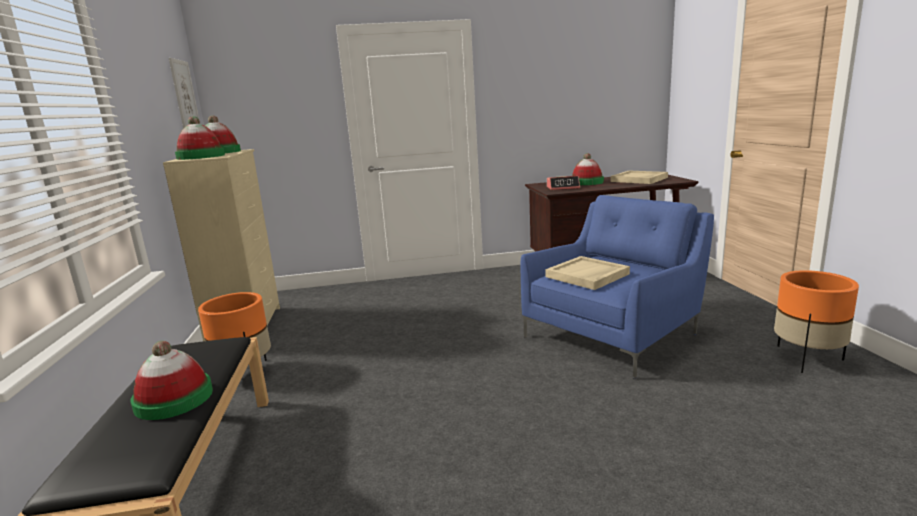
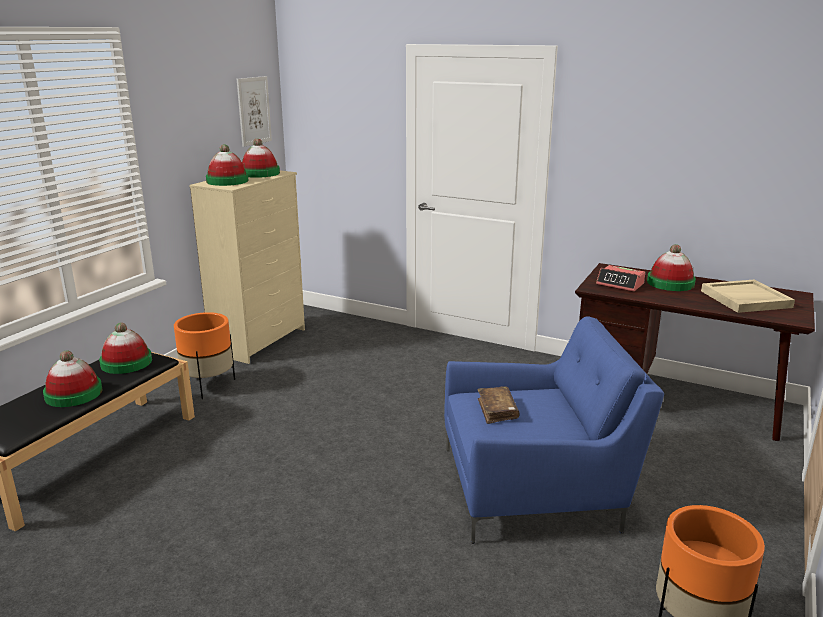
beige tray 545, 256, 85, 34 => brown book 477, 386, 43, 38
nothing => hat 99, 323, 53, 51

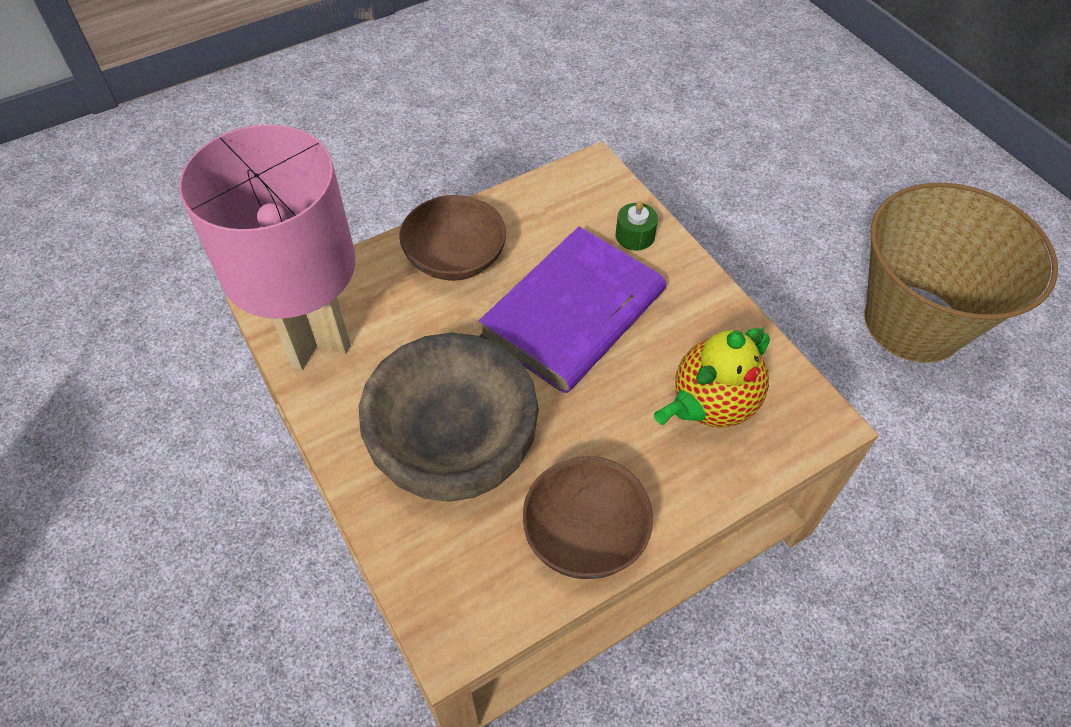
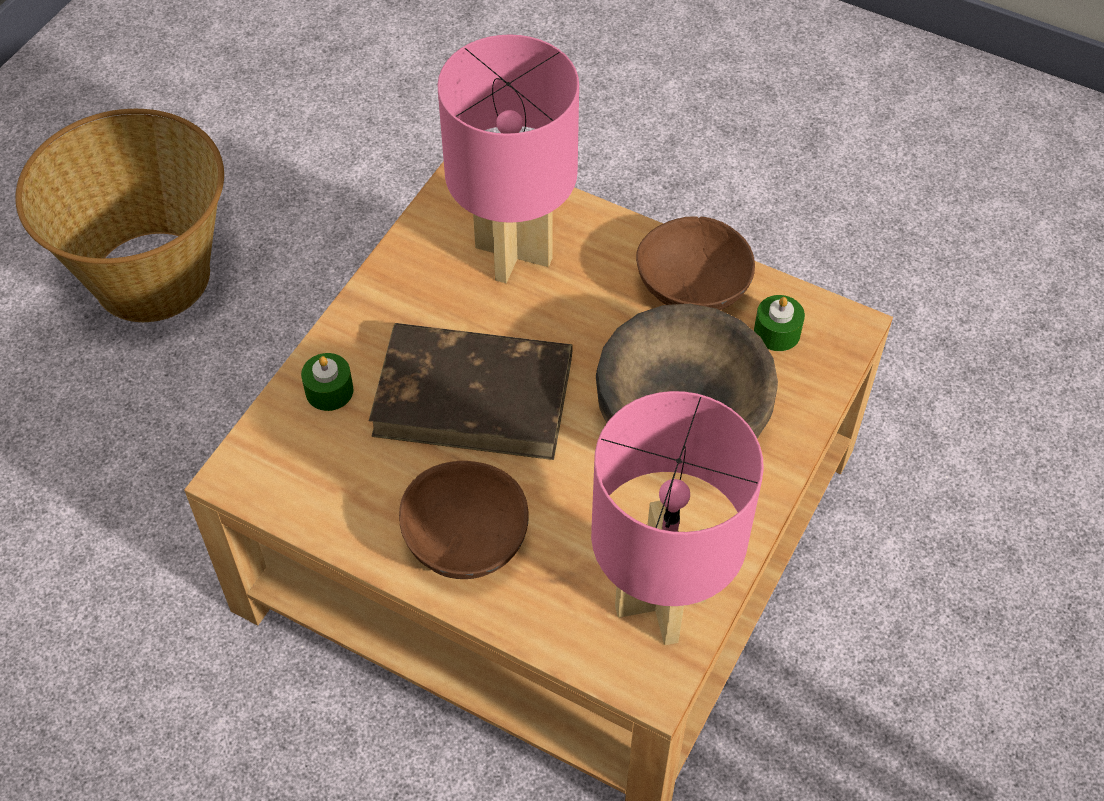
purple book 478, 226, 188, 167 => brown book 369, 323, 204, 137
teapot 654, 326, 116, 102 => pink table lamp 438, 35, 141, 248
nothing => green candle 754, 295, 51, 56

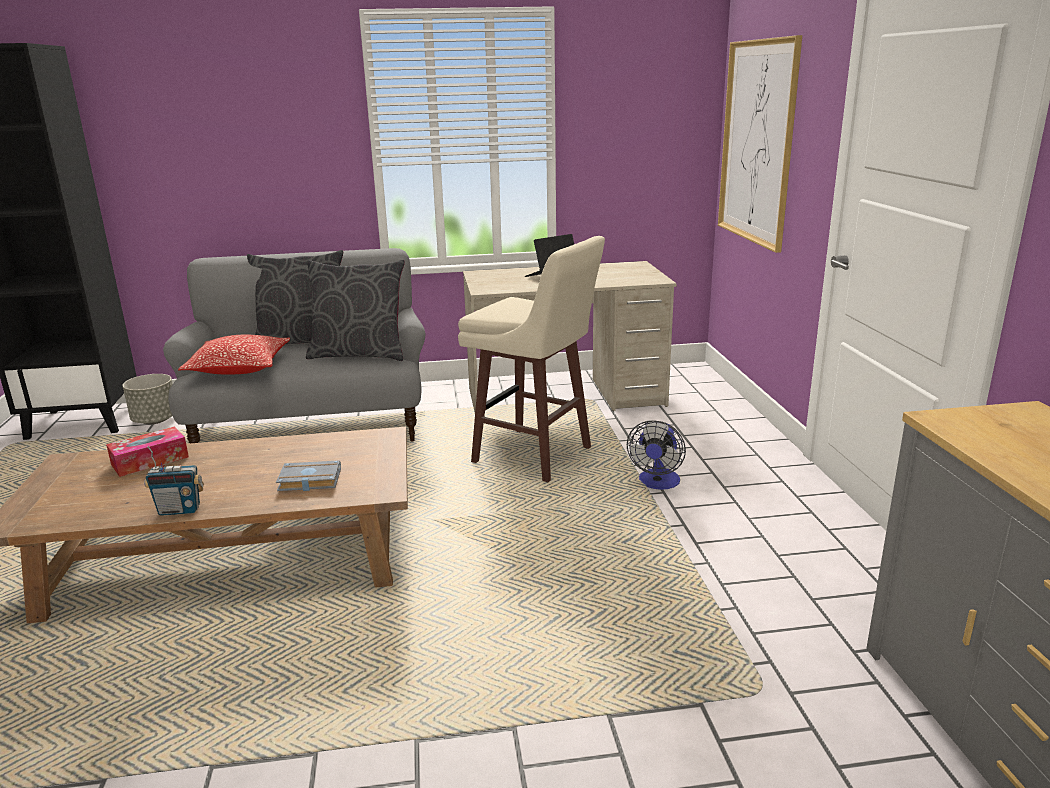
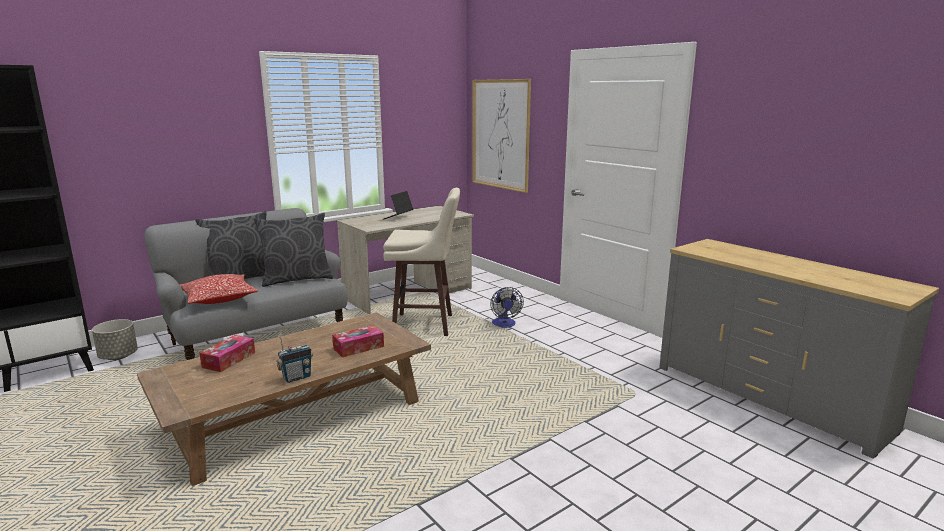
grey book 276, 460, 65, 31 => tissue box 332, 325, 52, 32

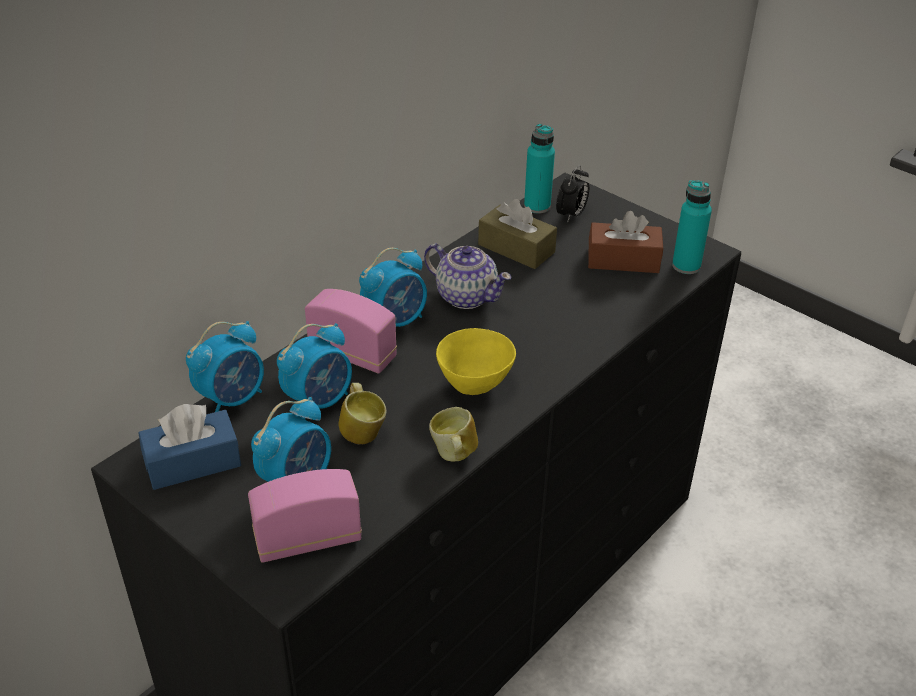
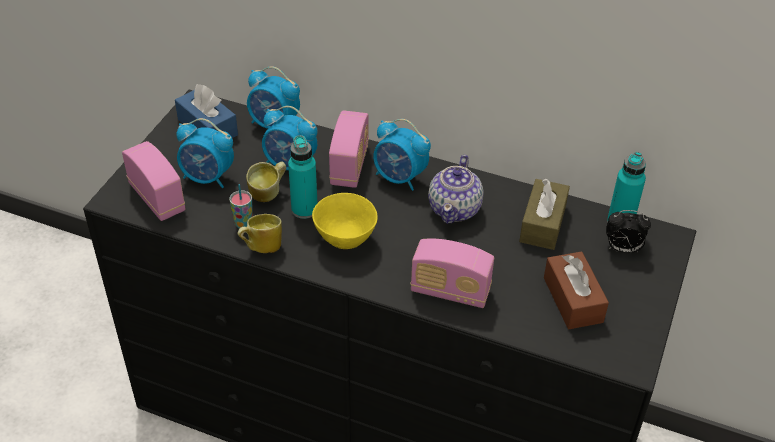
turquoise bottle 672, 180, 40, 94 => turquoise bottle 288, 135, 29, 84, shifted
nothing => cup 229, 184, 24, 45
nothing => radio 411, 239, 83, 69

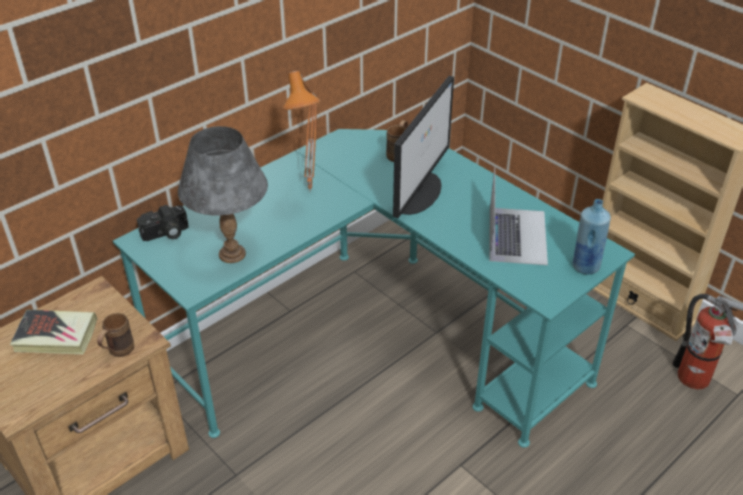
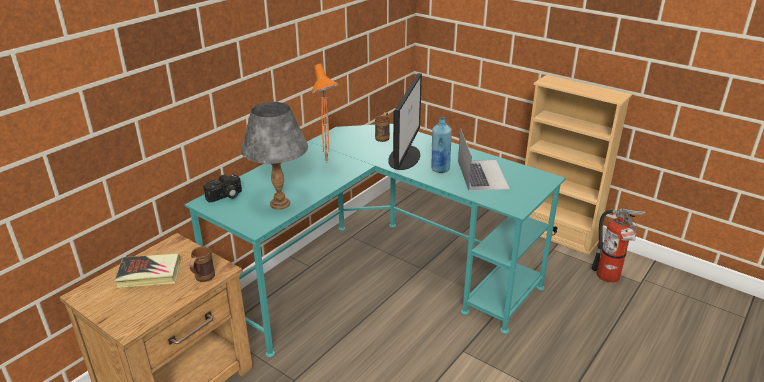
blue bottle 573, 199, 38, 76 => blue bottle 431, 117, 21, 56, shifted

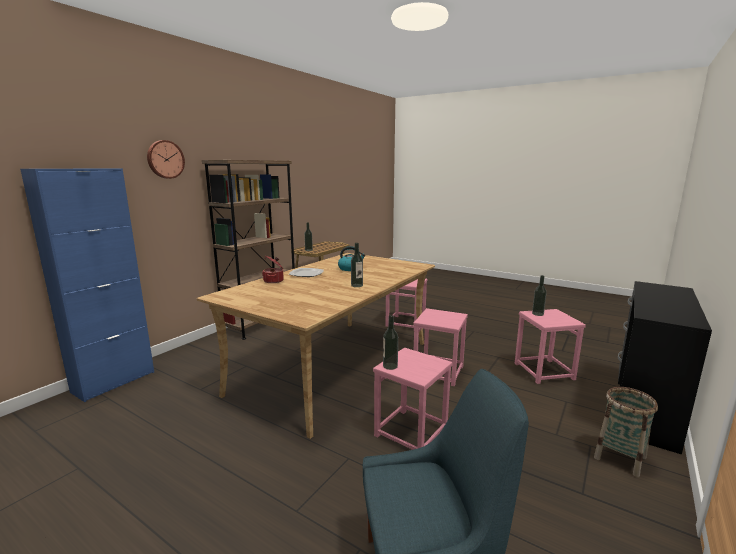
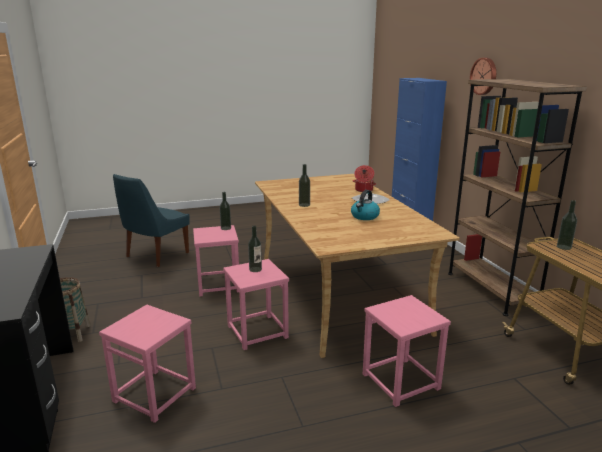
bottle 532, 275, 15, 41 => bottle 248, 226, 14, 46, shifted

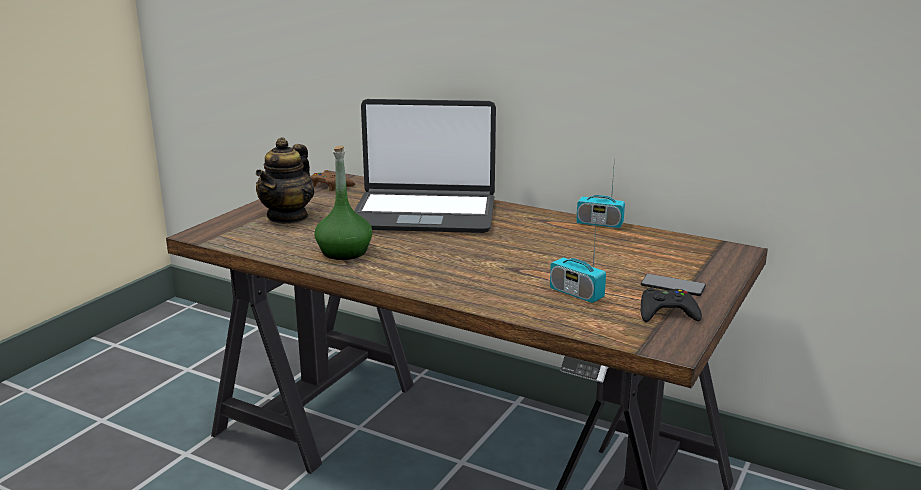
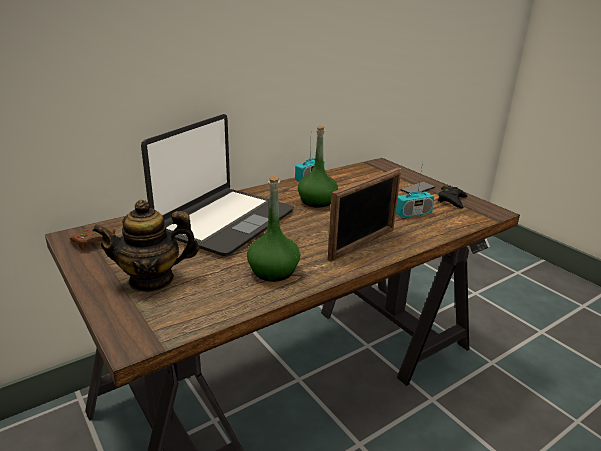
teapot 256, 137, 58, 87 => teapot 92, 200, 107, 92, 120 degrees clockwise
nothing => green bottle 298, 126, 40, 82
nothing => picture frame 328, 168, 73, 93

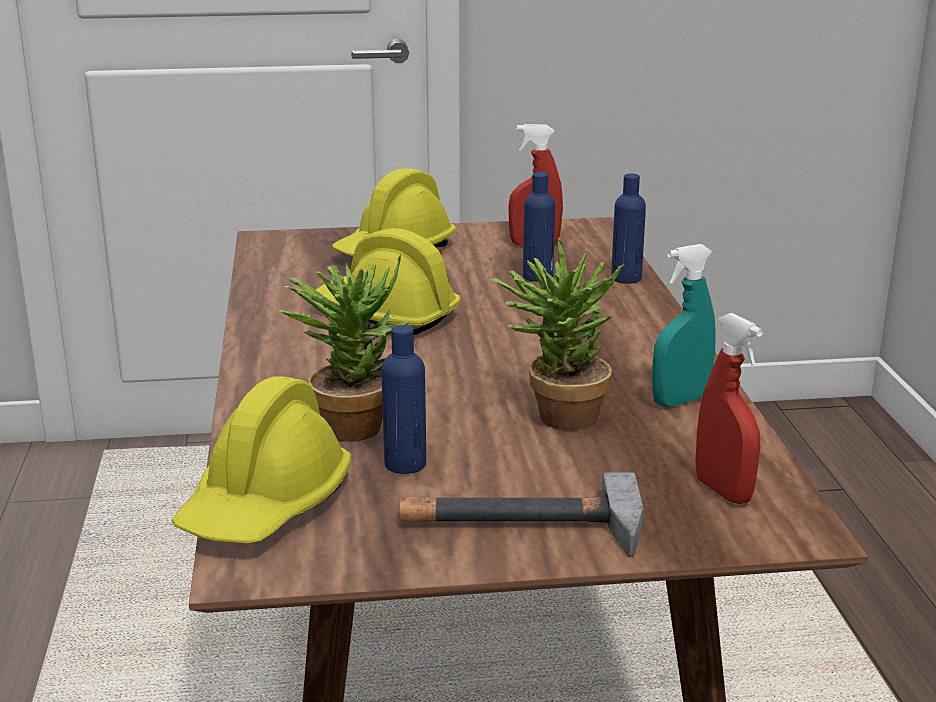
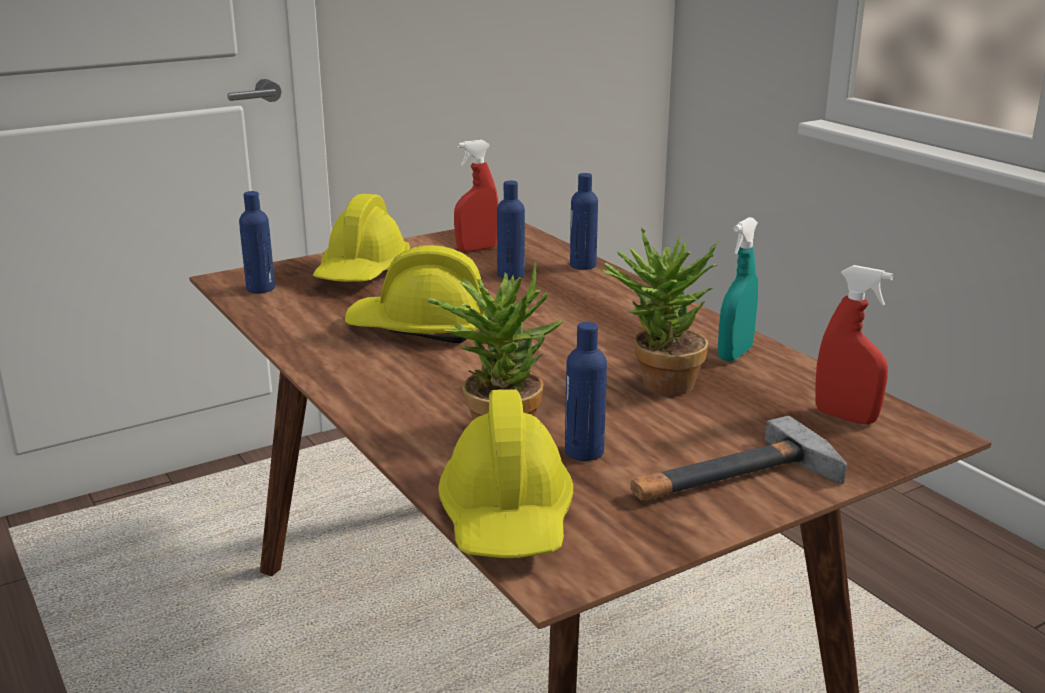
nothing => blue bottle 239, 191, 36, 102

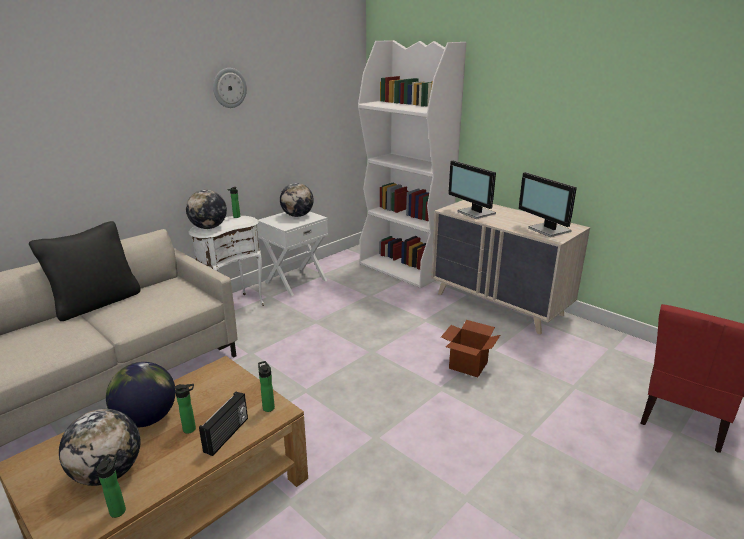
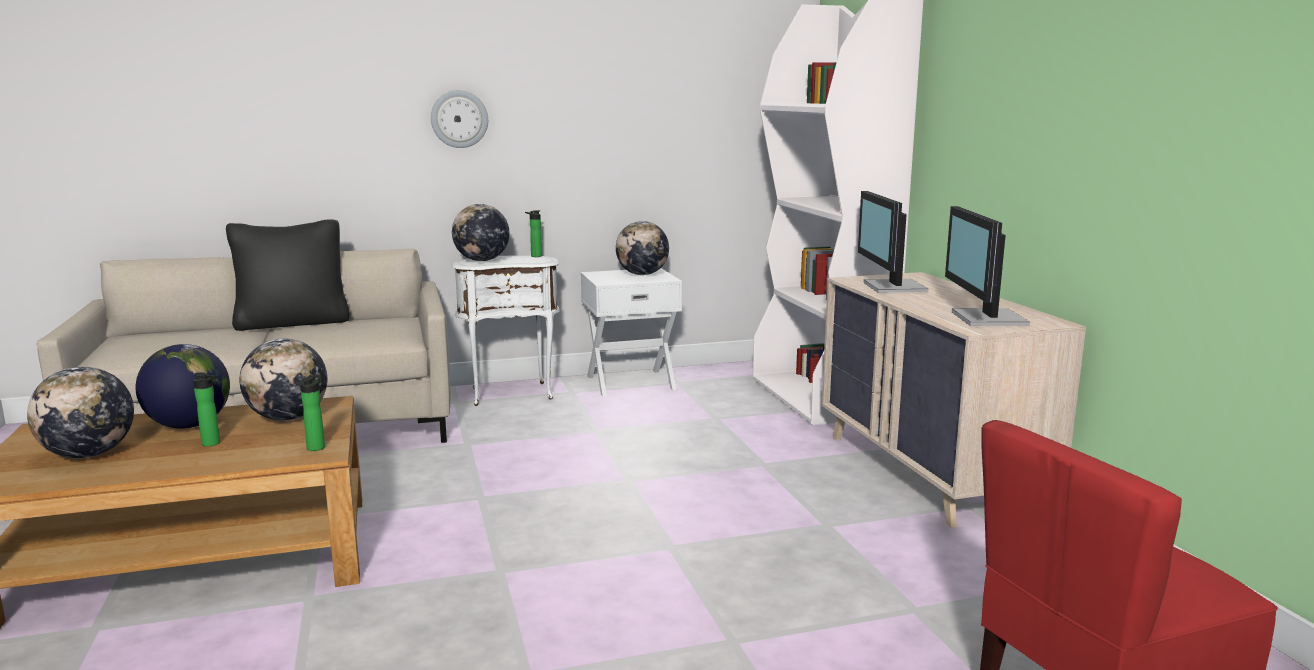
wall clock 213, 68, 34, 40 => wall clock 431, 90, 57, 58, shifted
cardboard box 441, 320, 59, 57 => nothing
radio 199, 391, 49, 65 => nothing
bottle 97, 454, 29, 64 => nothing
nothing => globe 240, 339, 87, 82

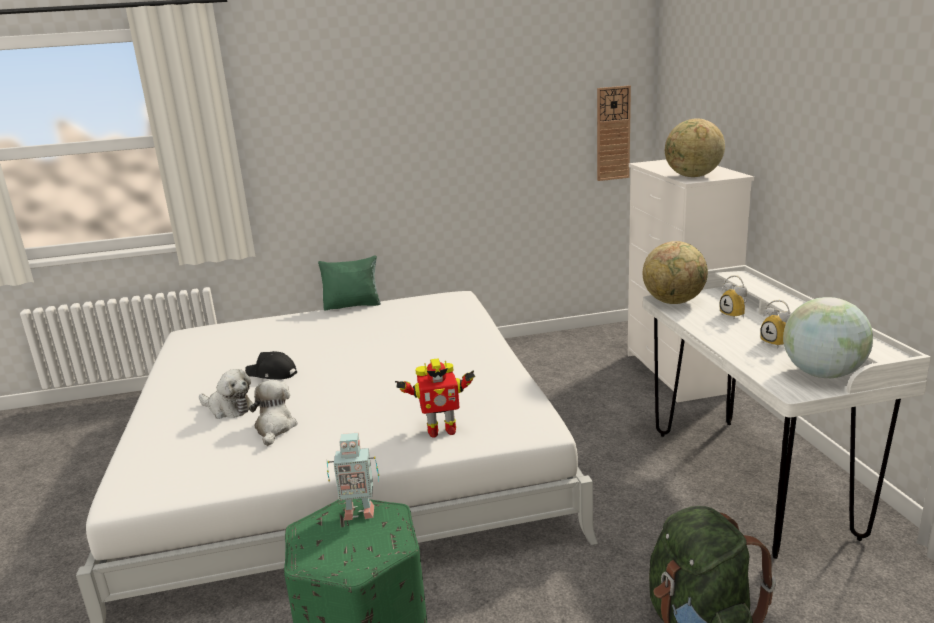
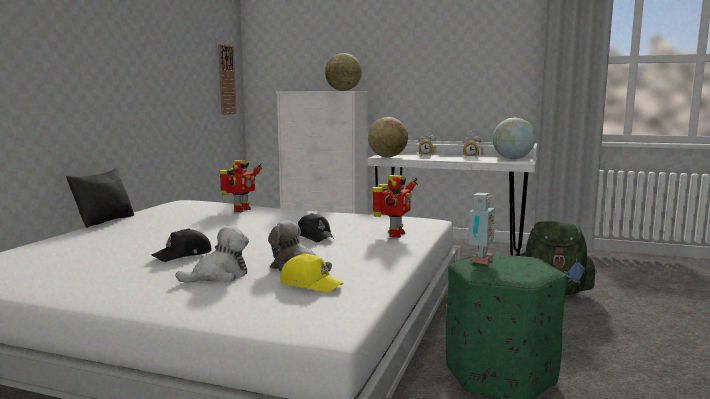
green pillow 318, 255, 63, 56 => black pillow 67, 168, 67, 60
nothing => toy robot 220, 160, 43, 52
nothing => black cap 298, 213, 36, 29
nothing => yellow cap 280, 253, 63, 40

